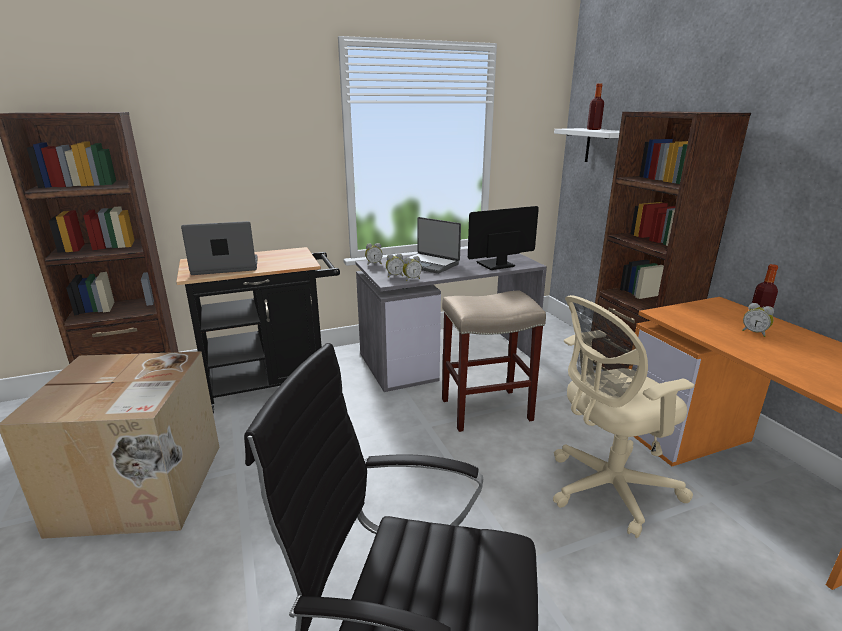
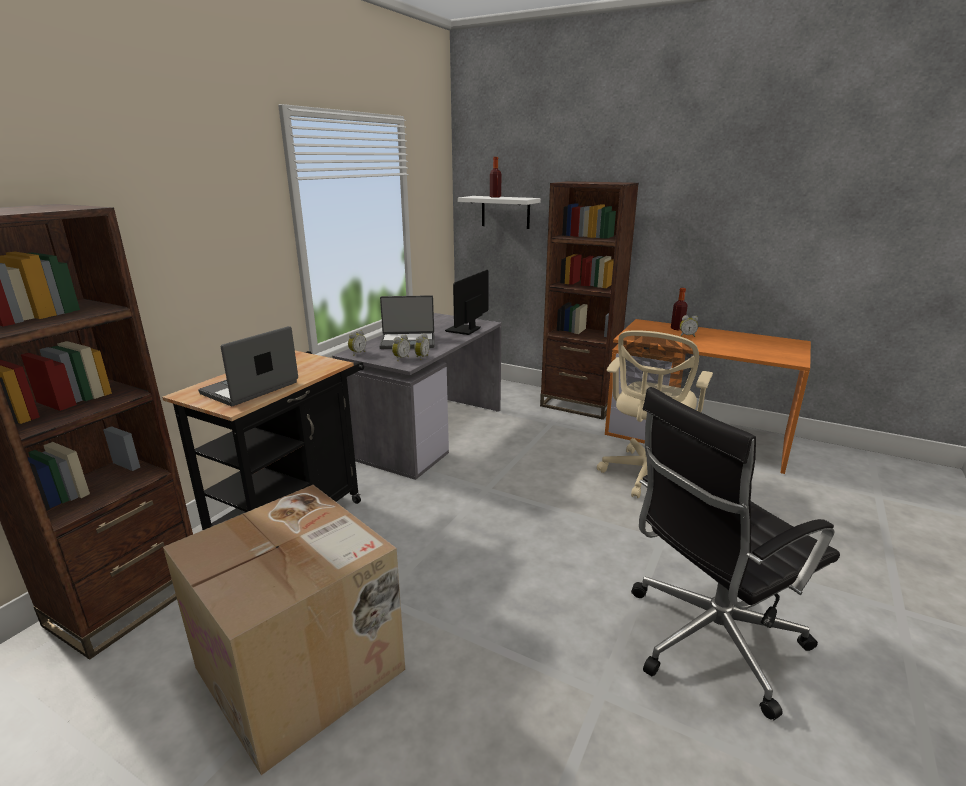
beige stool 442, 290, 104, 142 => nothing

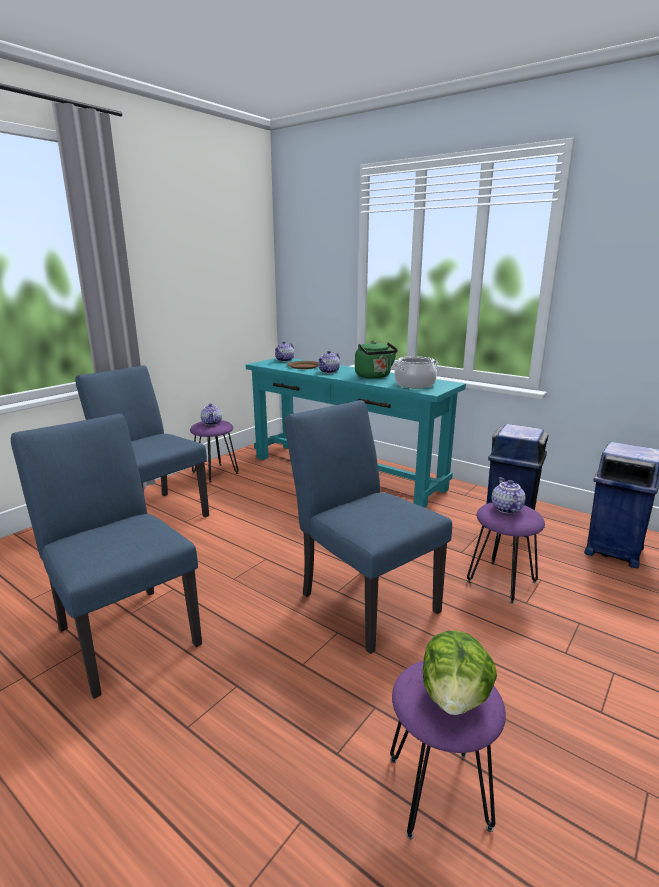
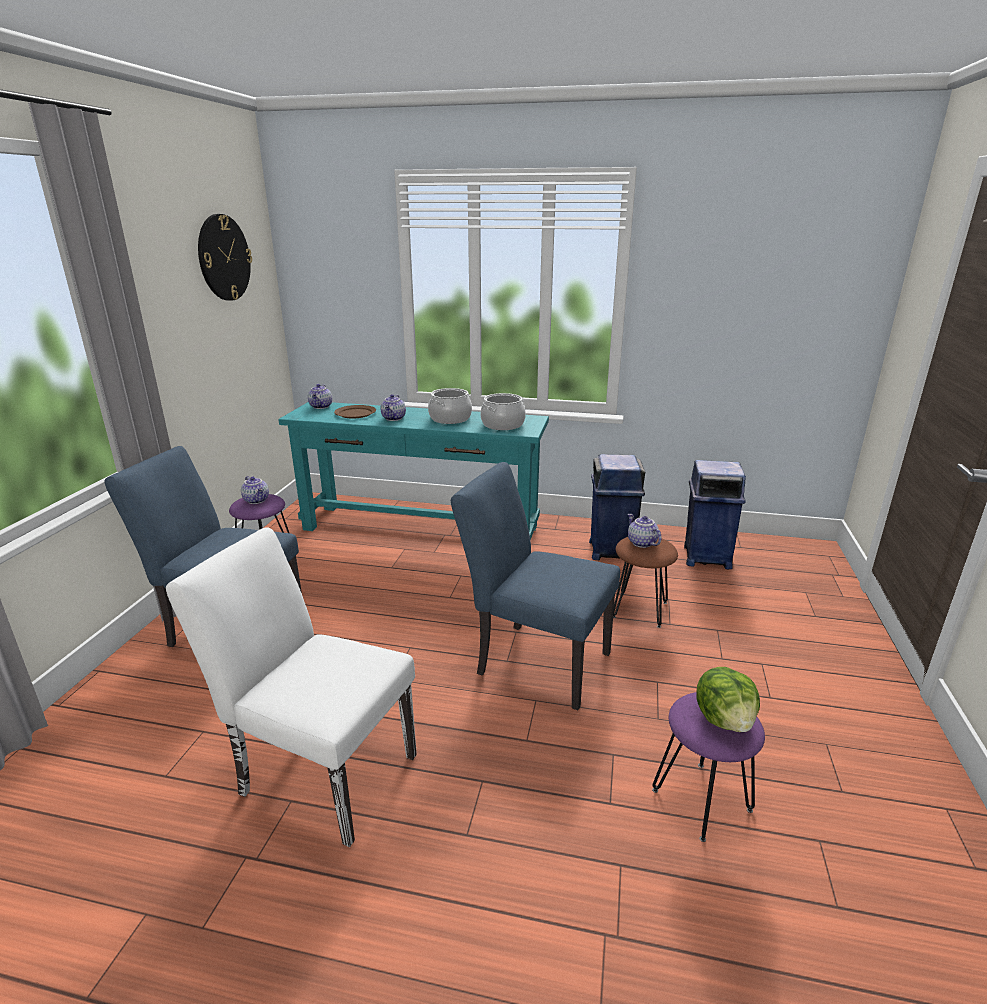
green kettle 355, 341, 43, 38 => cooking pot 428, 388, 44, 36
blue chair 11, 414, 191, 285 => white chair 166, 527, 251, 320
purple stool 467, 502, 78, 102 => brown stool 613, 537, 65, 91
nothing => wall clock 198, 214, 54, 87

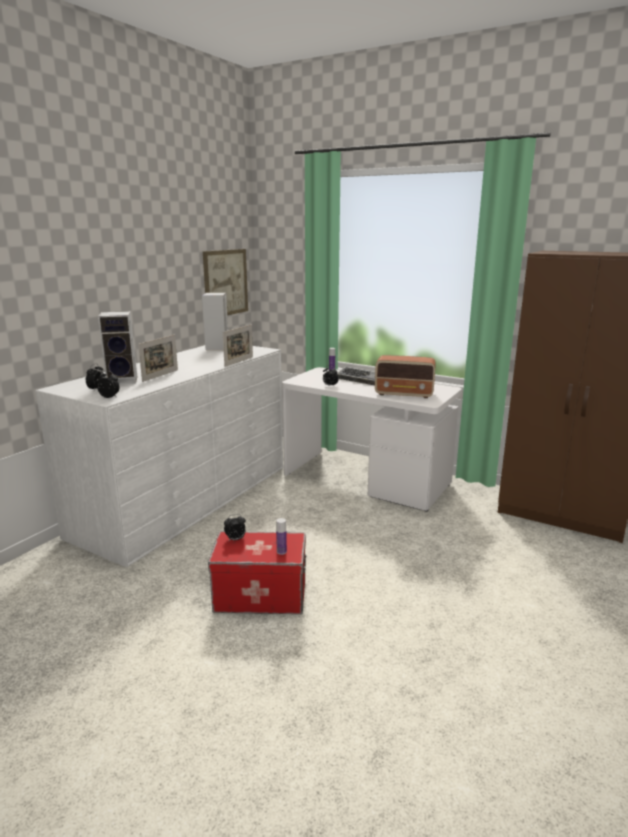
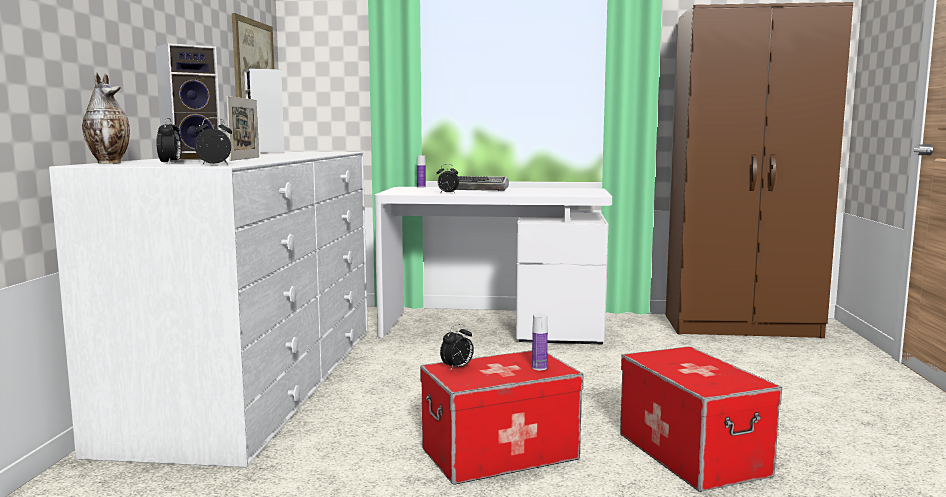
picture frame 223, 325, 30, 42 => nothing
radio 375, 355, 61, 43 => nothing
nothing => vase 82, 73, 48, 90
nothing => storage box 620, 346, 162, 146

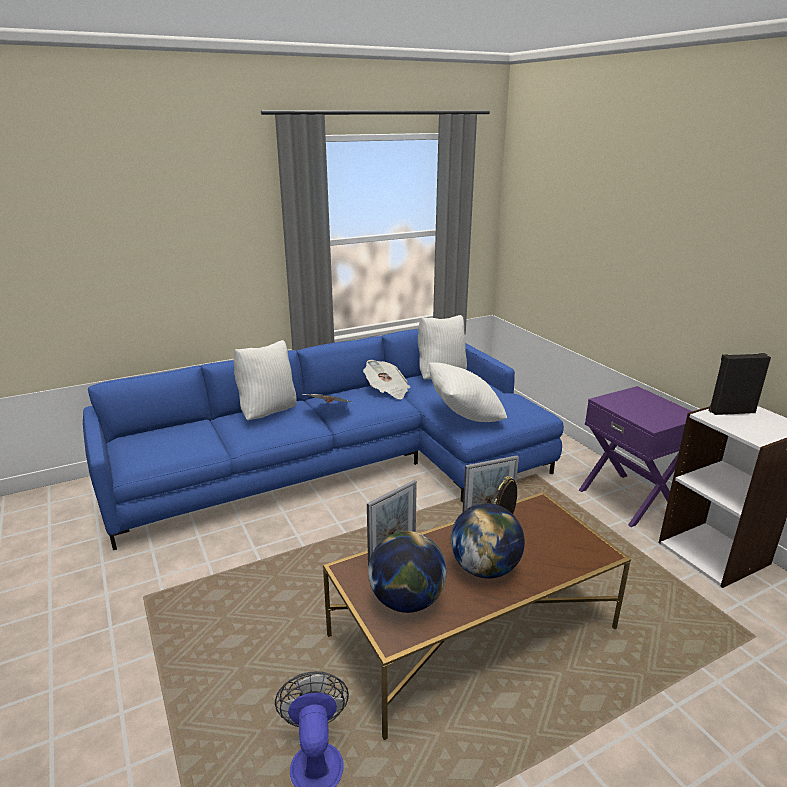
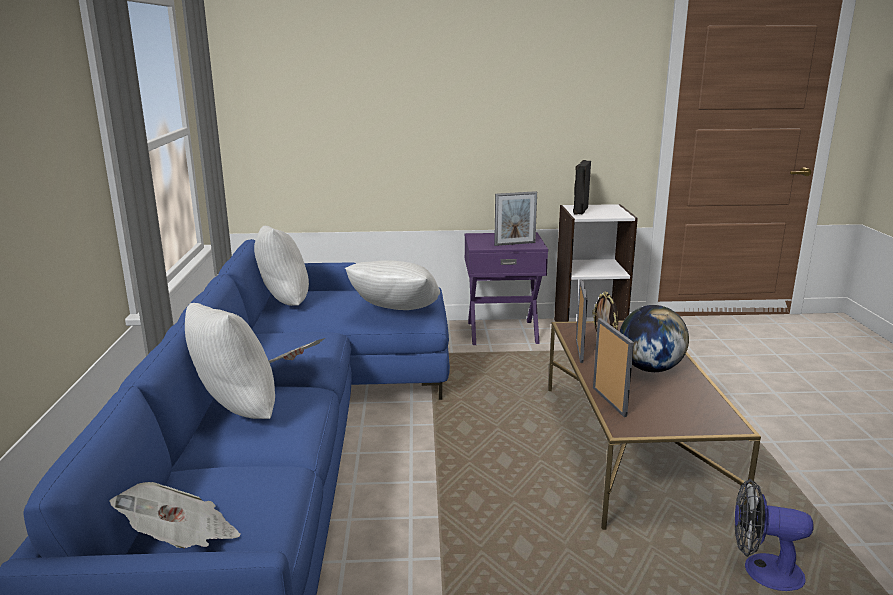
newspaper 363, 360, 48, 39 => newspaper 109, 482, 132, 67, shifted
globe 368, 531, 79, 82 => nothing
nothing => picture frame 494, 191, 43, 55

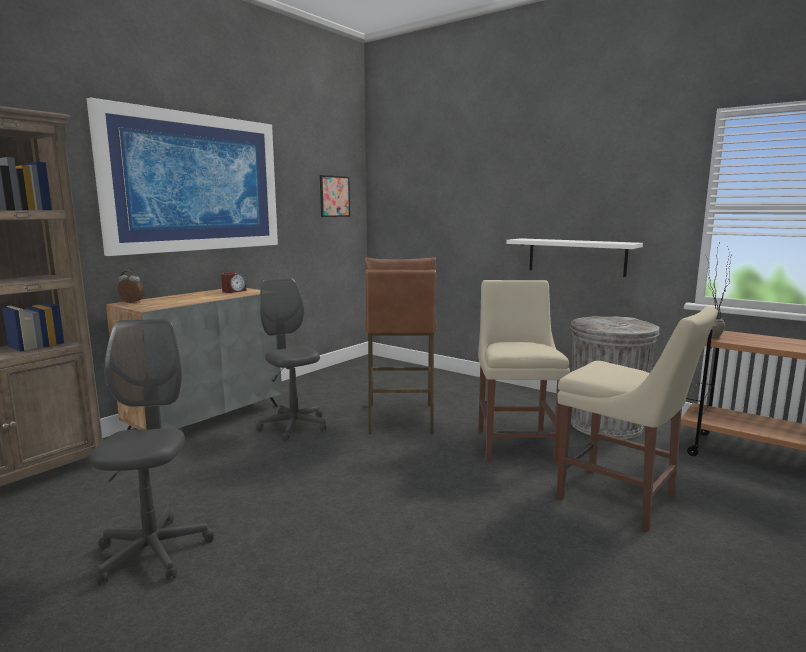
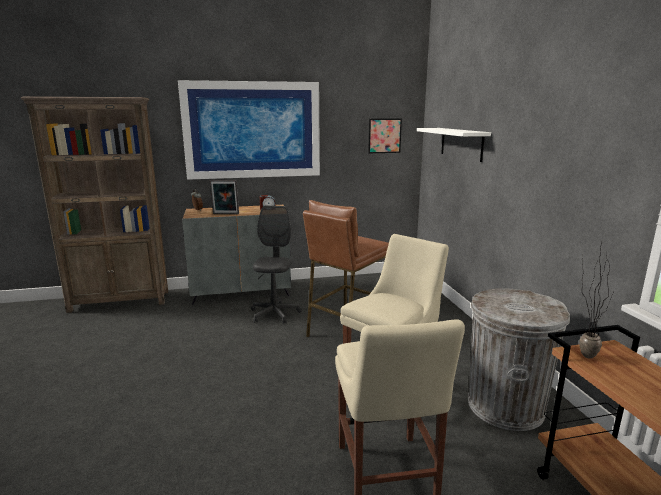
white shelf 506, 238, 137, 39 => white shelf 417, 128, 74, 34, shifted
grey office chair 90, 319, 124, 266 => nothing
nothing => picture frame 210, 180, 29, 34

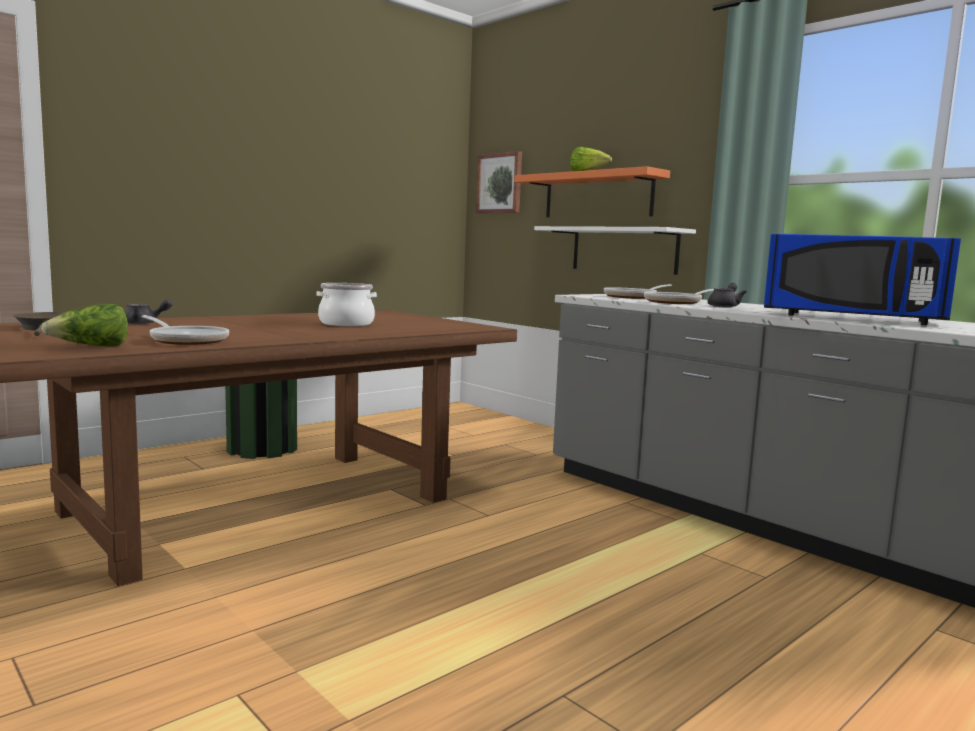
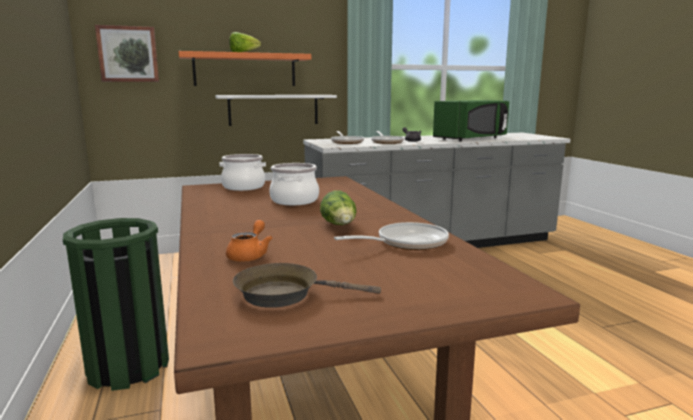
blue microwave 764, 234, 197, 91 => green microwave 433, 100, 76, 41
grey teapot 124, 299, 48, 25 => orange teapot 226, 220, 46, 42
lettuce 41, 304, 87, 42 => lettuce 320, 191, 36, 34, shifted
nothing => cooking pot 219, 154, 47, 37

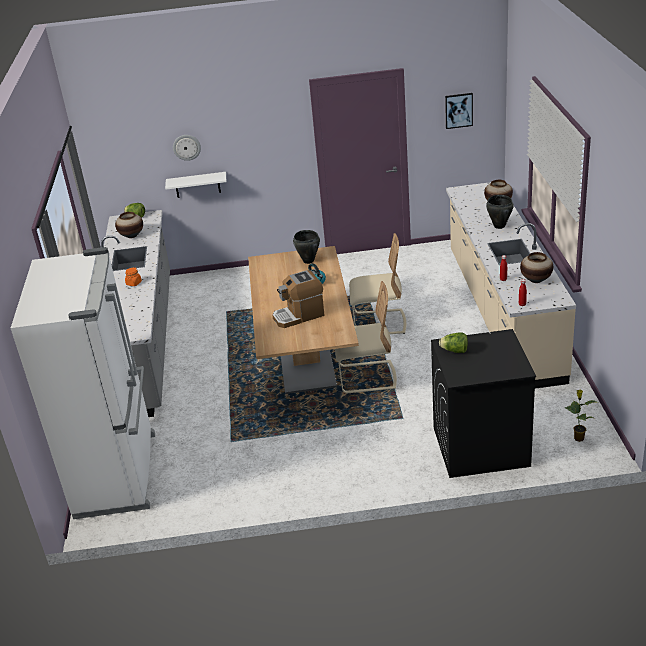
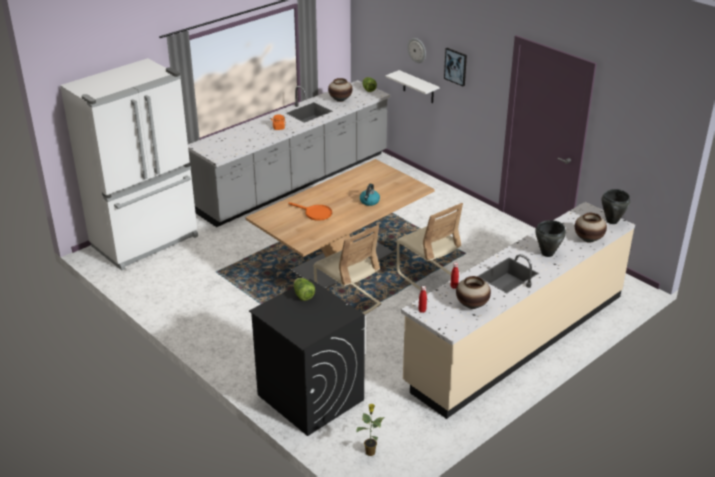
picture 445, 93, 28, 36 => picture 444, 48, 23, 38, shifted
black cooking pot 293, 230, 27, 34 => black cooking pot 601, 189, 29, 35, shifted
coffee machine 272, 270, 52, 58 => orange frying pan 288, 202, 44, 19

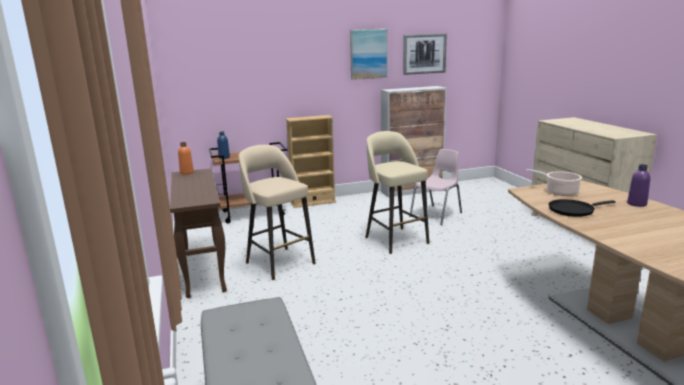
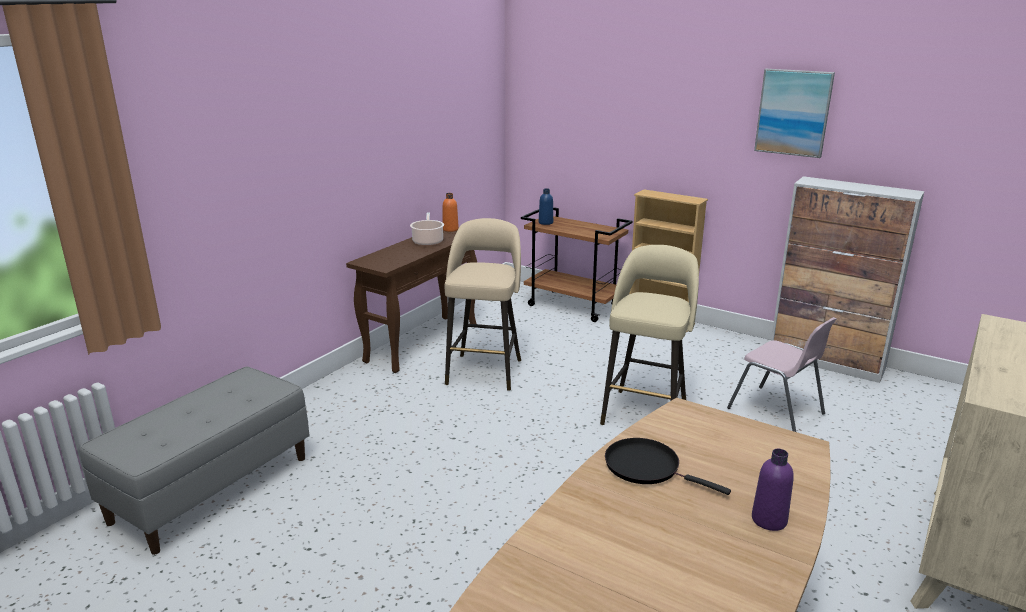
picture 403, 34, 44, 41 => nothing
pink chair 409, 149, 53, 76 => pink chair 727, 317, 109, 115, 45 degrees clockwise
cooking pot 526, 169, 56, 27 => cooking pot 410, 213, 34, 33, shifted

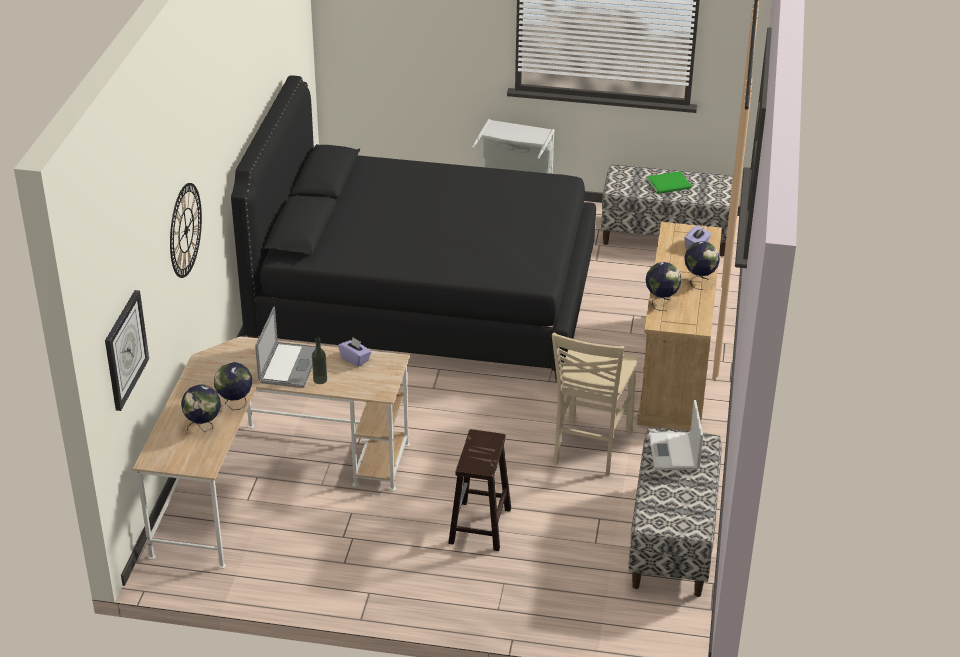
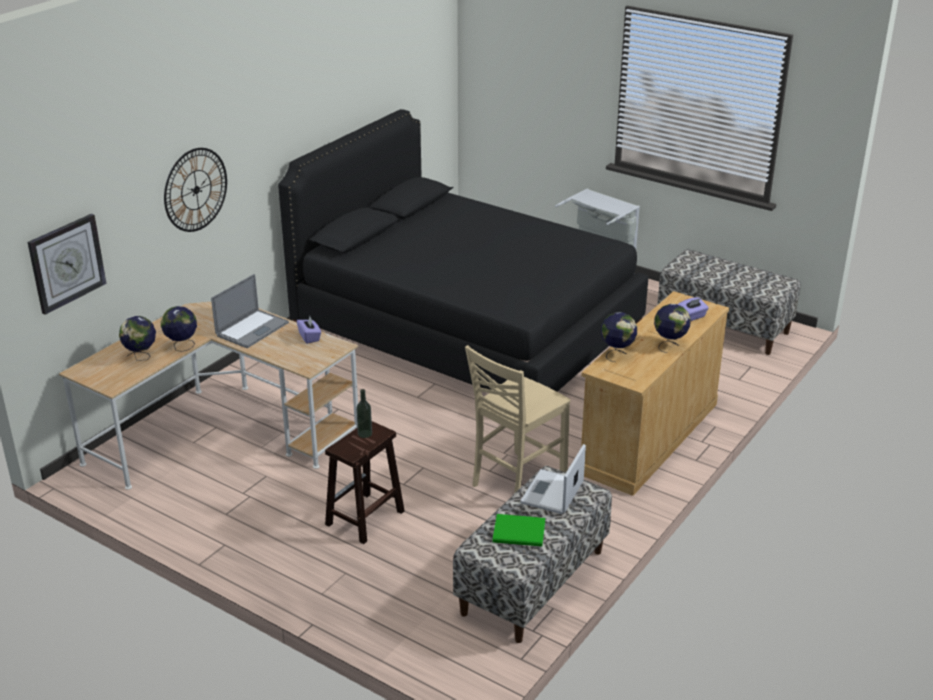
green book 647, 171, 45, 23 => green book 492, 514, 53, 33, shifted
bottle 312, 337, 15, 47 => bottle 356, 389, 16, 49, shifted

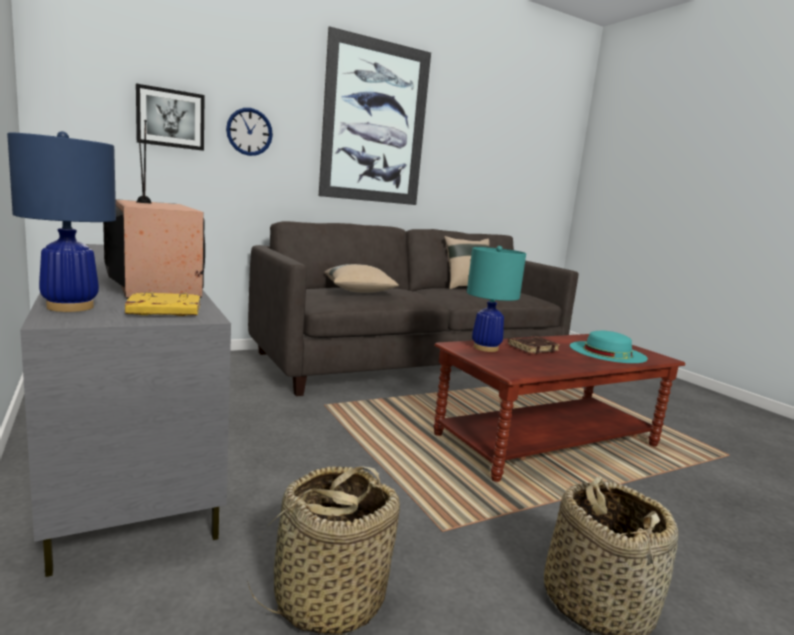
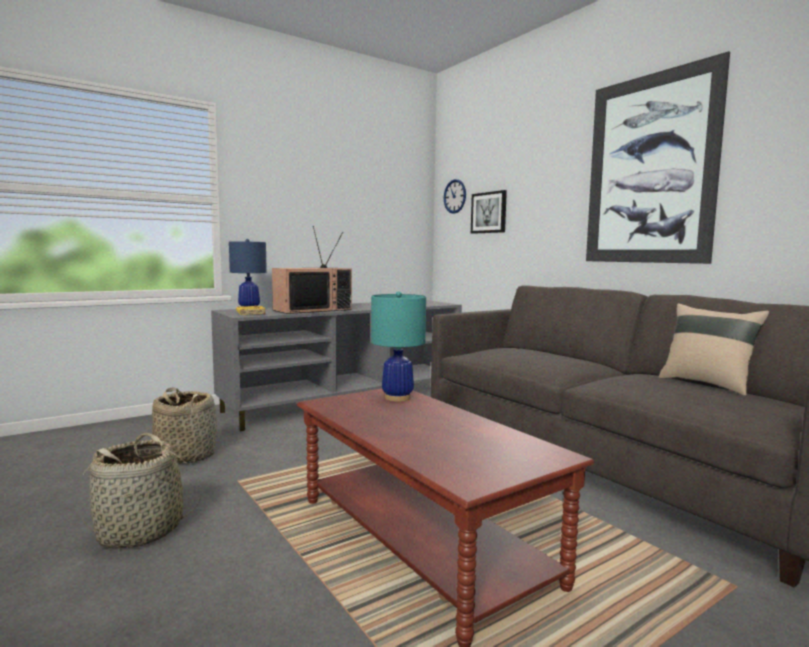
wall clock 226, 108, 47, 48 => wall clock 444, 179, 22, 35, shifted
beige pillow 324, 264, 75, 29 => nothing
turquoise hat 570, 331, 78, 32 => nothing
brown book 508, 336, 52, 18 => nothing

